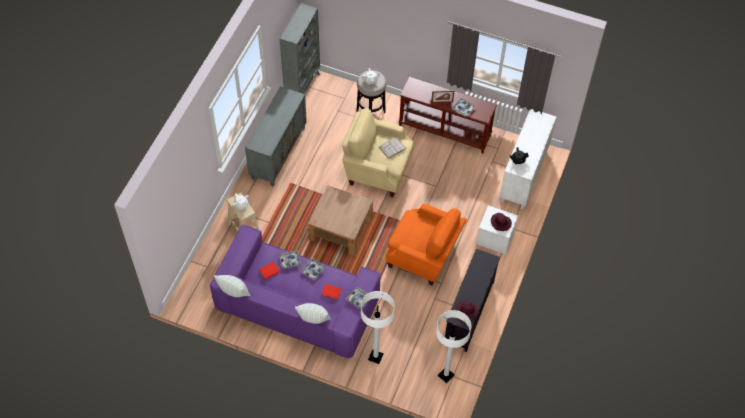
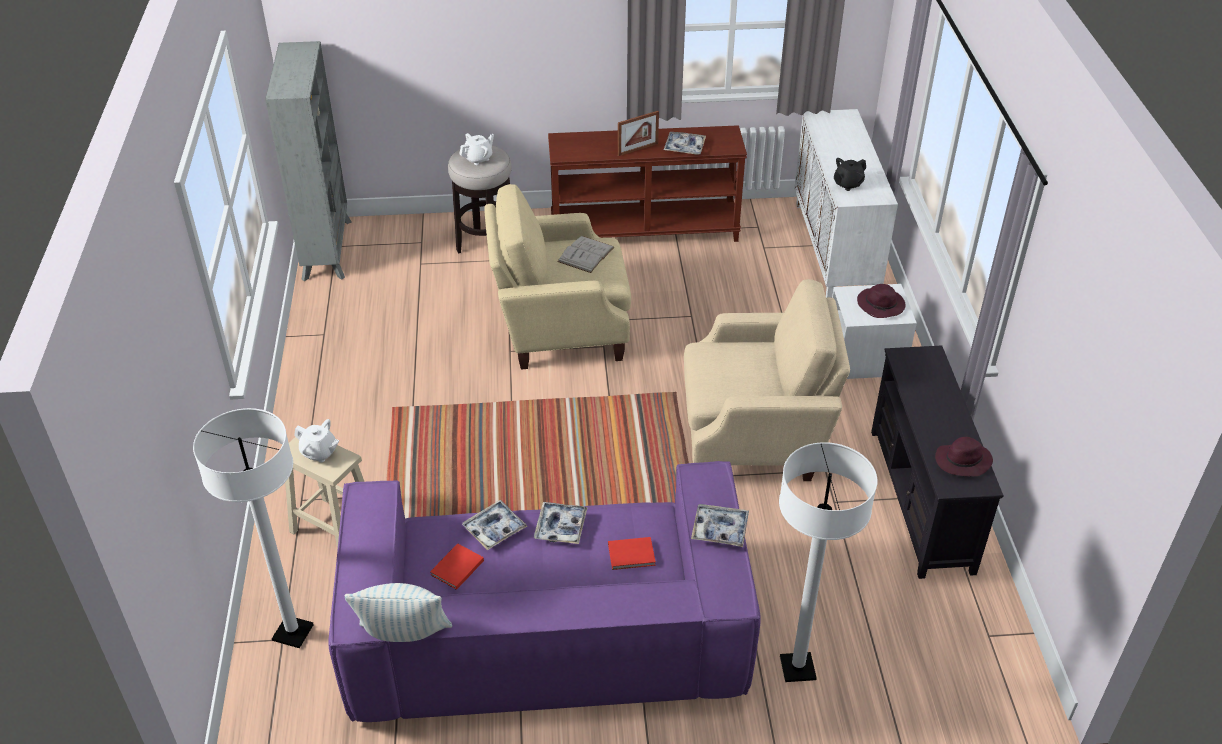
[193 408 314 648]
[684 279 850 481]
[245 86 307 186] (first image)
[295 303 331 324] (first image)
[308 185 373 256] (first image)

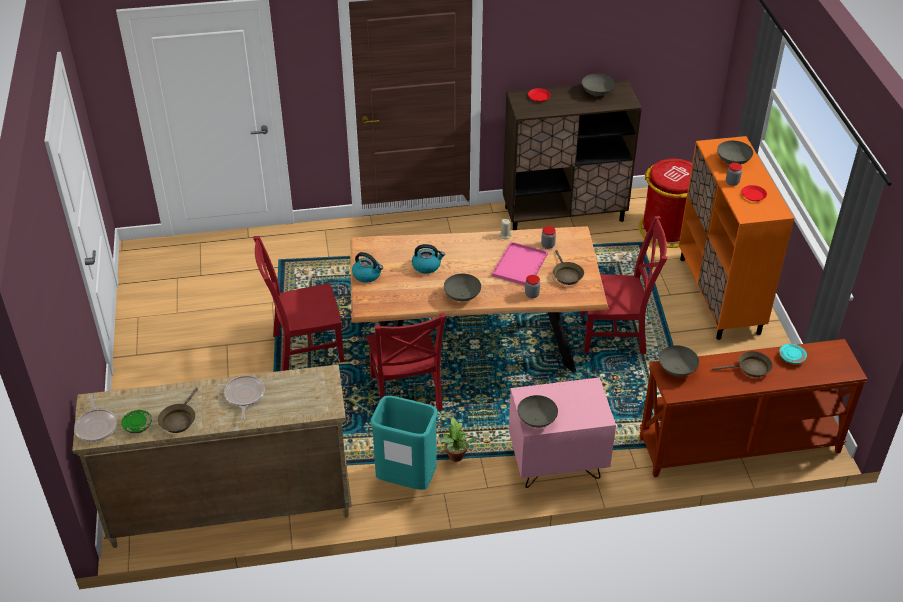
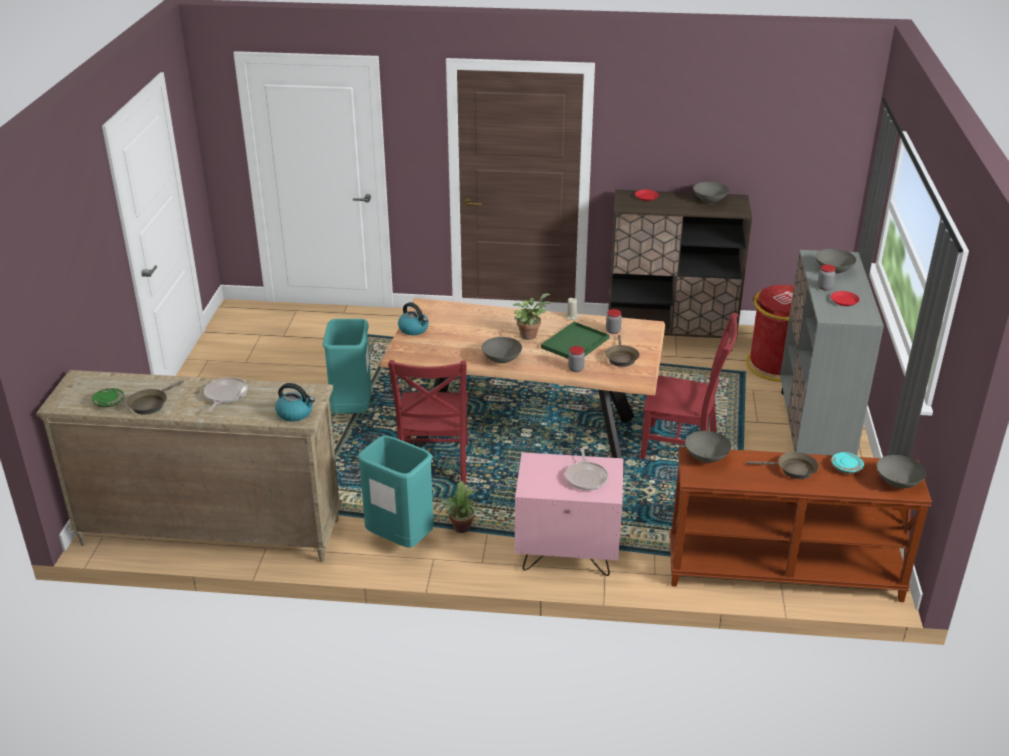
[275 383 315 422]
[323 319 372 413]
[513 293 550 340]
[541 322 610 359]
[565 448 608 490]
[780 250 884 455]
[877 455 926 488]

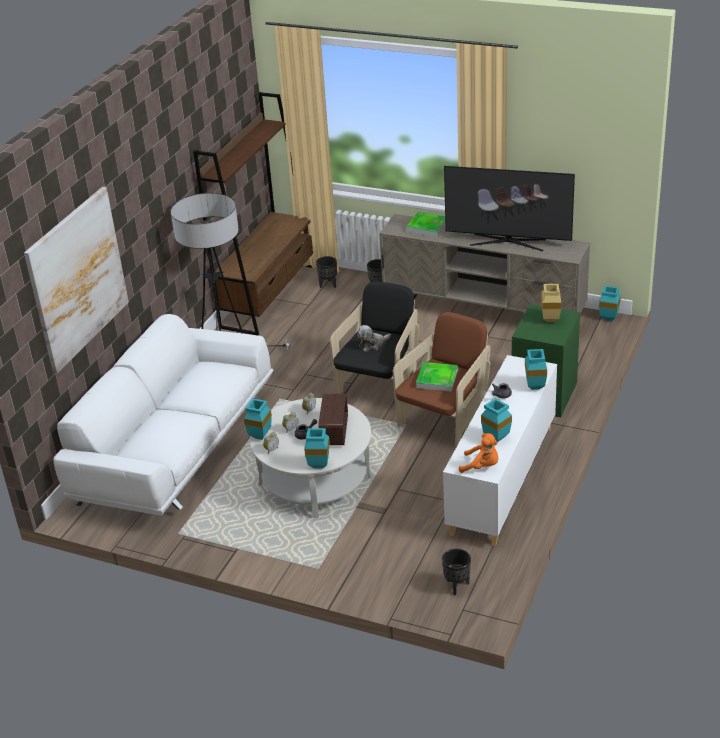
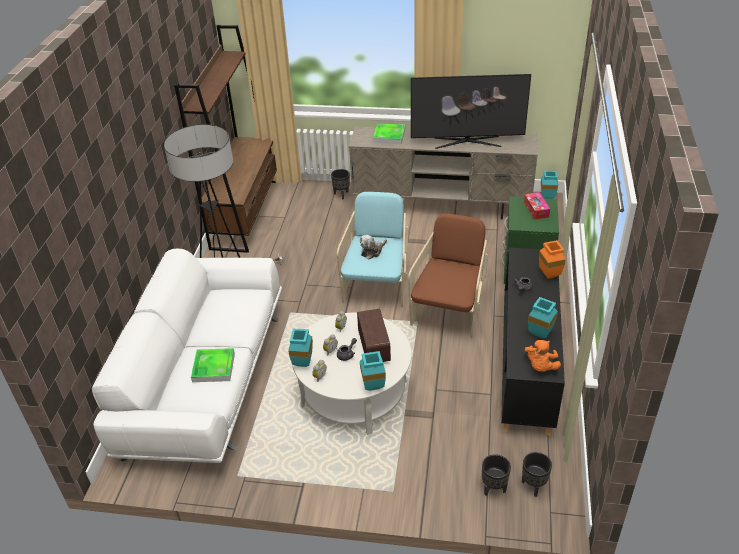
[191 348 235 382]
[337 192 408 307]
[482 454 511 496]
[501 247 565 436]
[524 192 550 220]
[525 340 561 372]
[539 240 566 279]
[24 187 129 374] (first image)

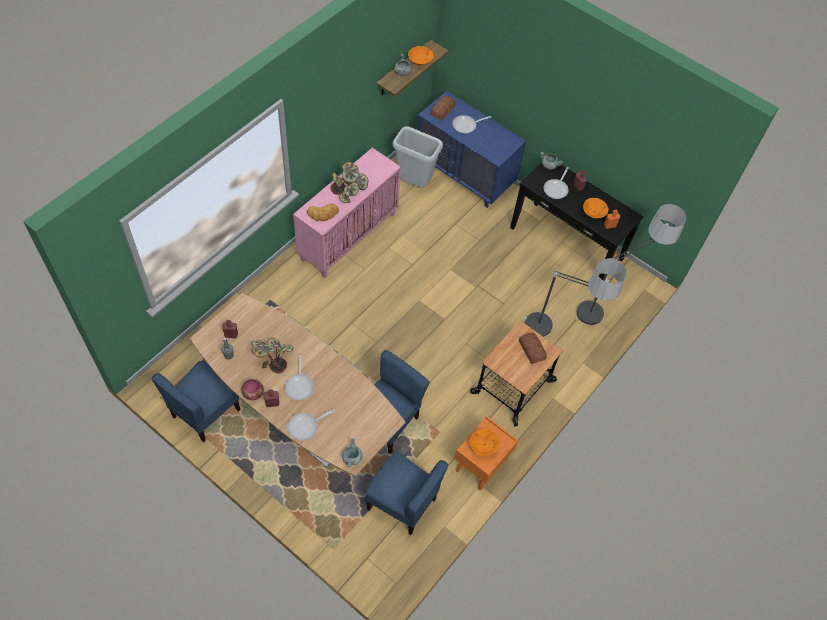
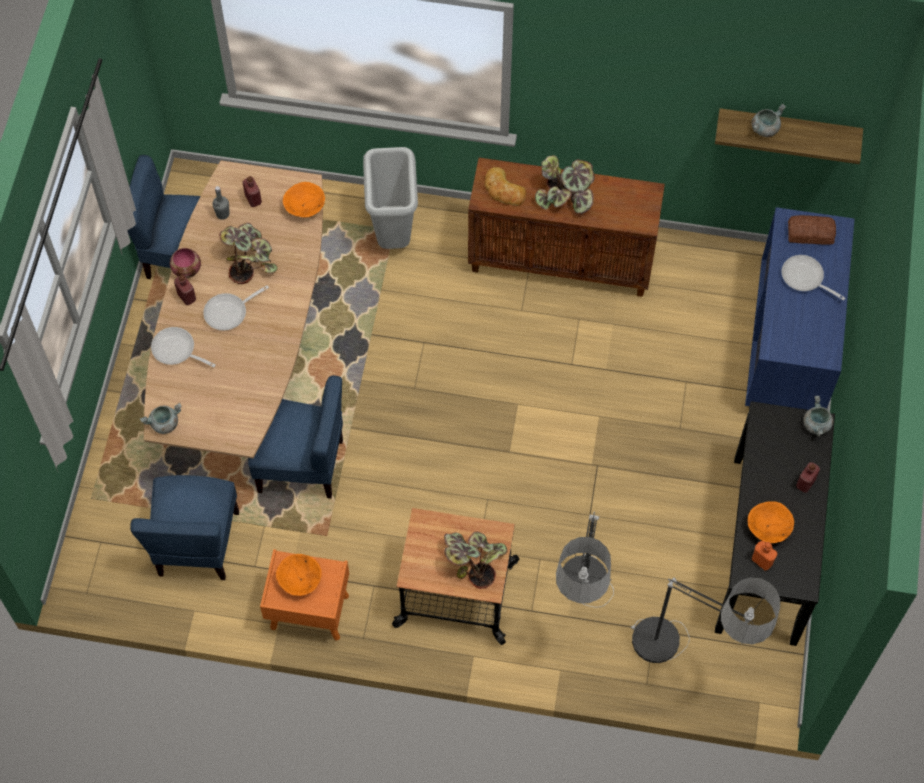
[283 182 325 217]
[363 147 418 249]
[444 531 507 589]
[468 158 665 297]
[543 167 569 199] (first image)

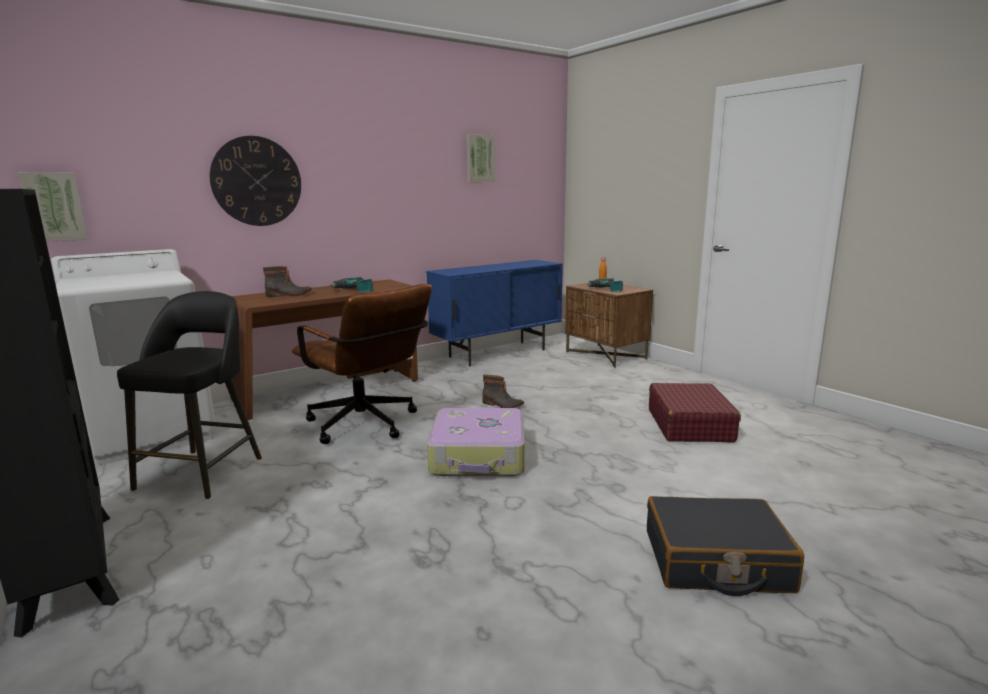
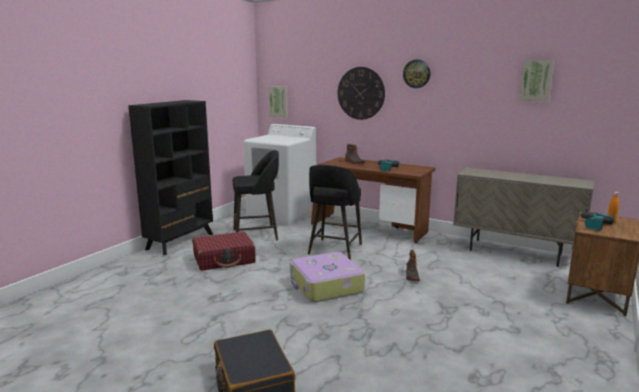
[192 231 256 271]
[308 165 362 260]
[403 59 431 88]
[453 167 594 267]

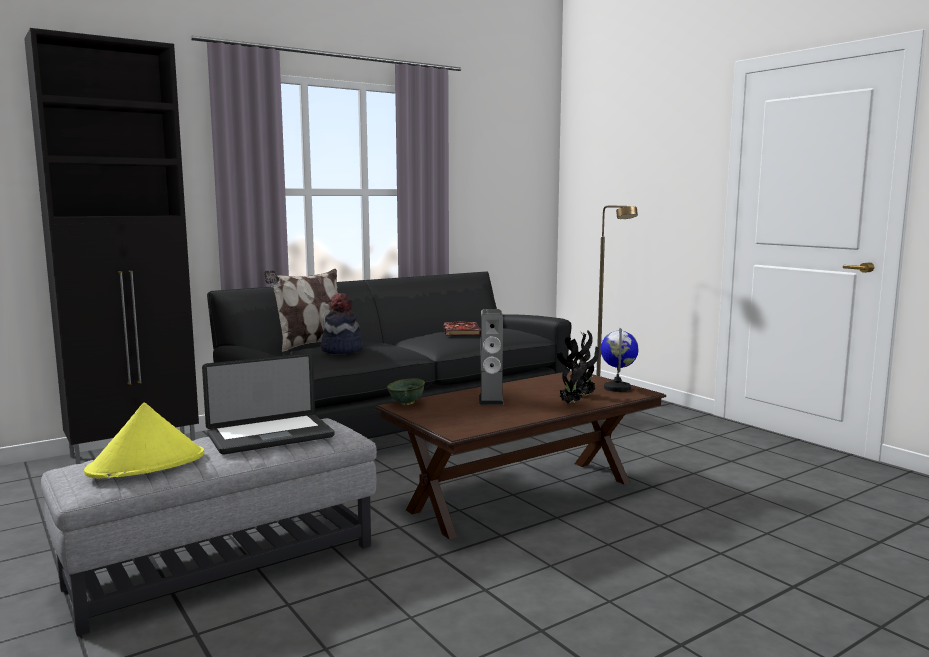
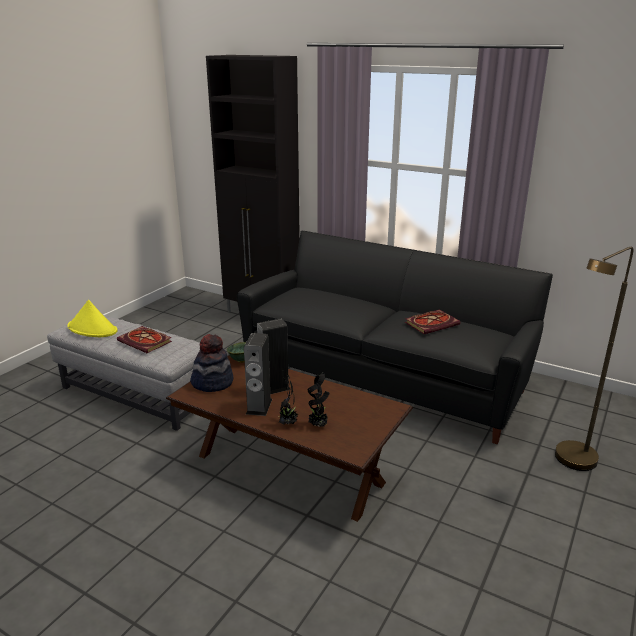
[117 326 172 353]
[190 334 233 392]
[244 333 272 416]
[264 269 338 352] (first image)
[601 328 639 392] (first image)

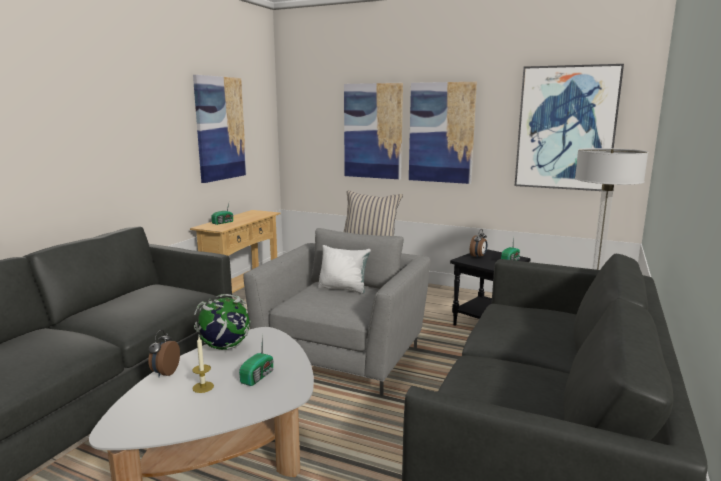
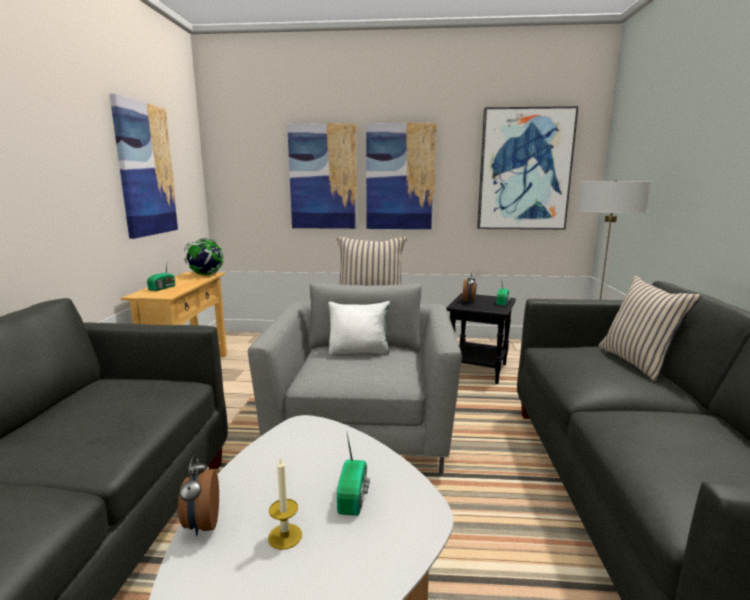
[184 238 224 275]
[599 276 702 382]

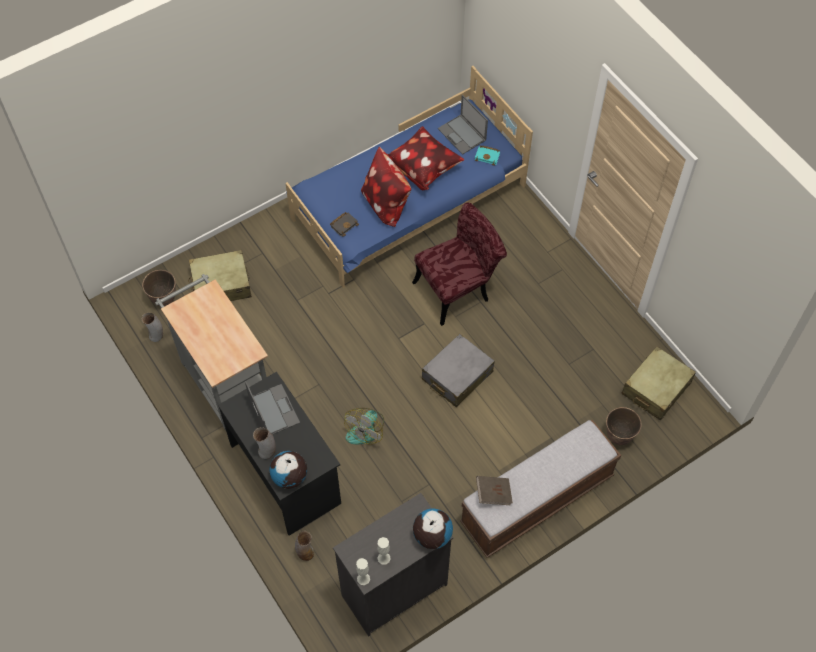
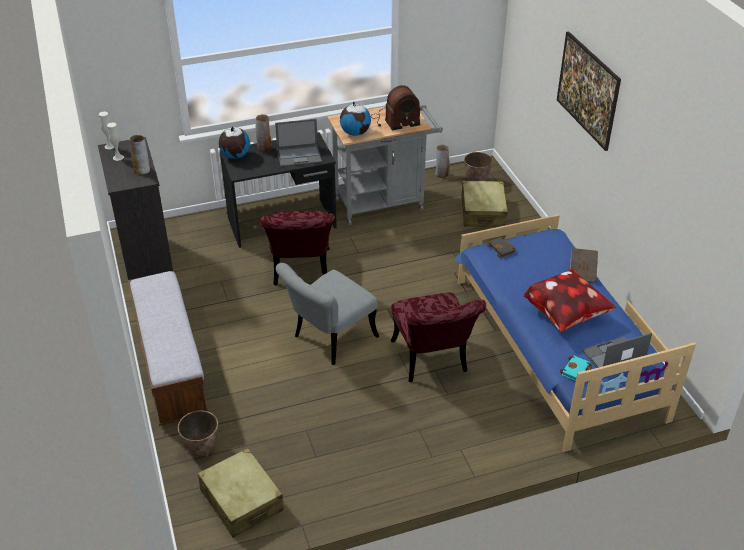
[129 135 150 175]
[260 211 335 286]
[276 263 379 365]
[340 101 371 136]
[371 85 421 130]
[557 32 621 151]
[570 248 598 282]
[361 147 411 227] (first image)

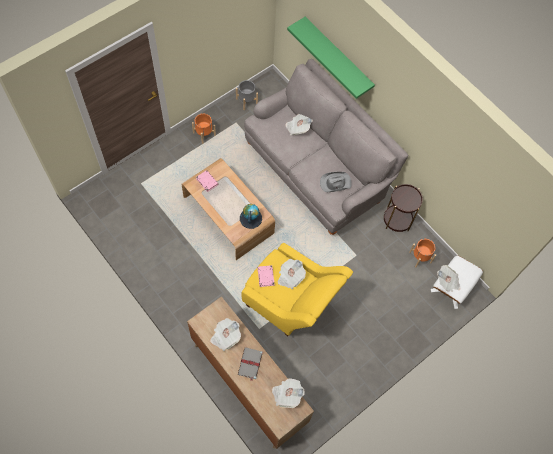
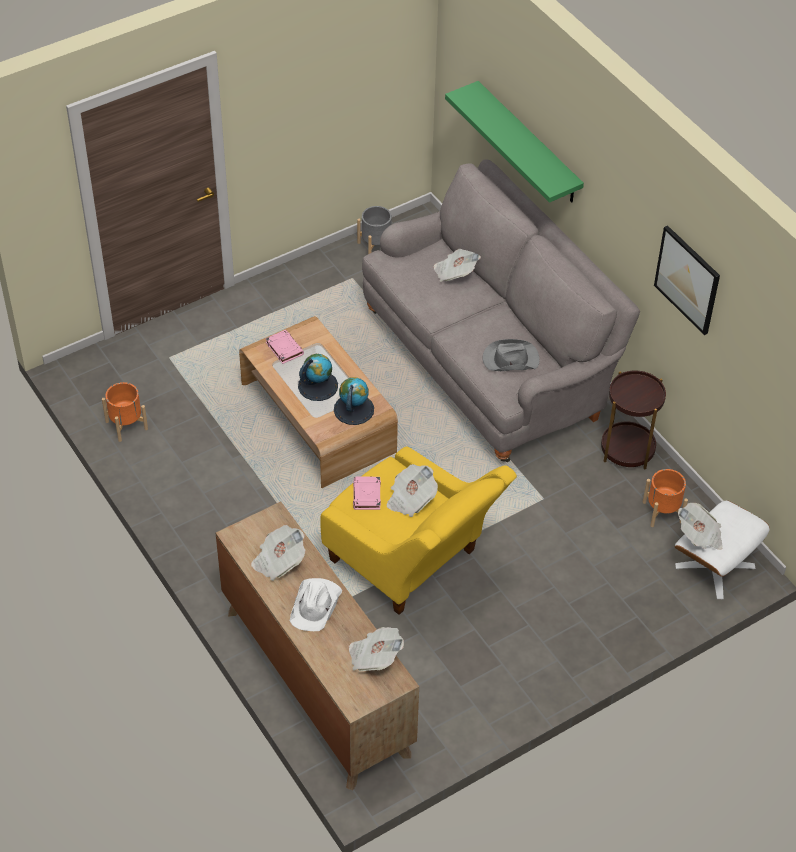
[102 382 148 442]
[290 578 342 631]
[298 354 338 401]
[654 225 720 335]

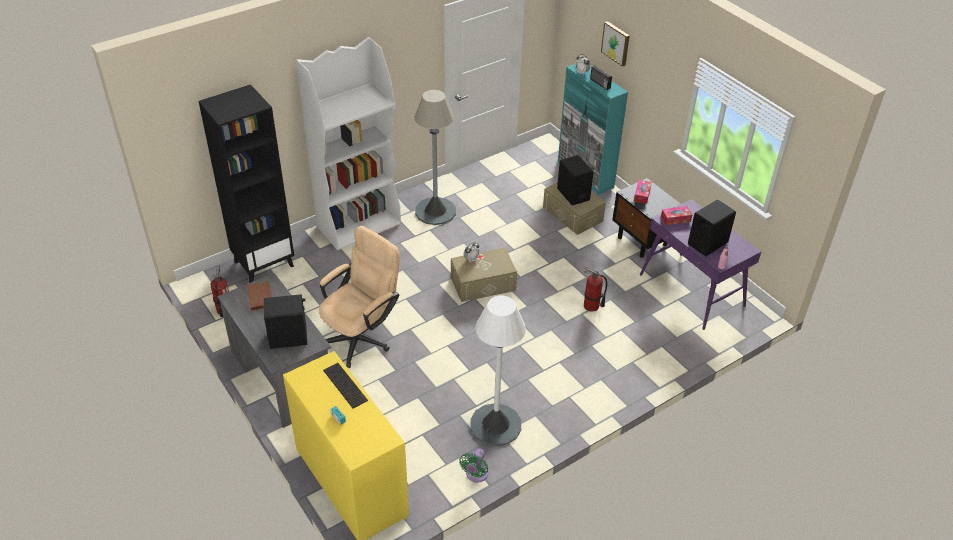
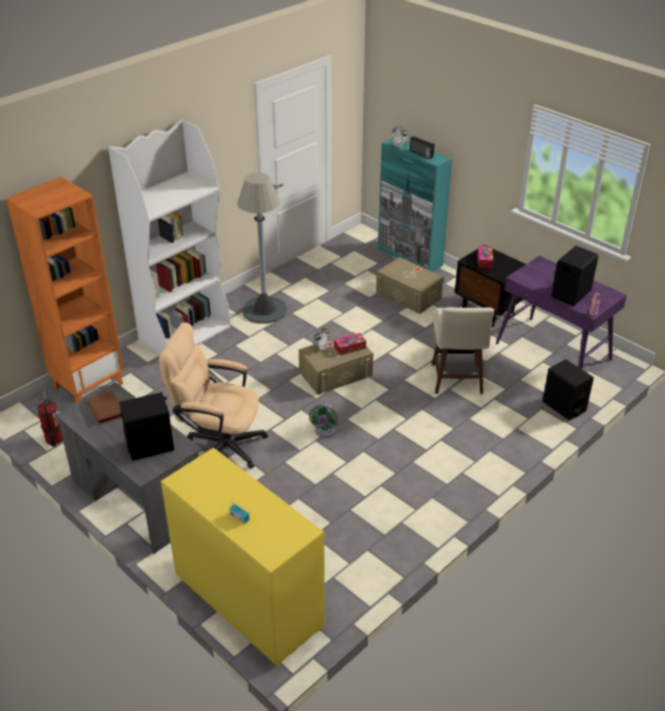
[6 177 124 403]
[159 322 268 469]
[309 403 338 438]
[334 333 366 355]
[432 307 494 394]
[543 359 594 420]
[323 363 368 409] (first image)
[470 296 526 446] (first image)
[601 21 630 67] (first image)

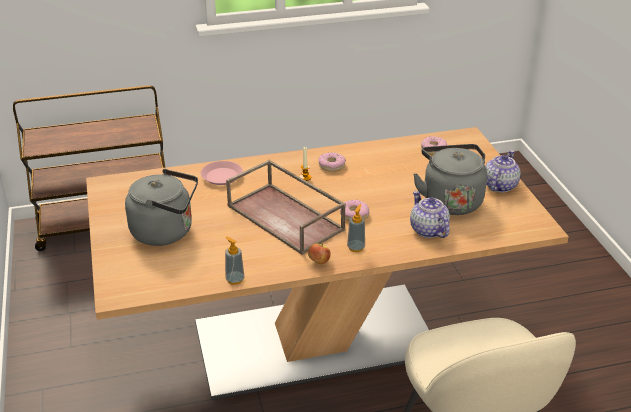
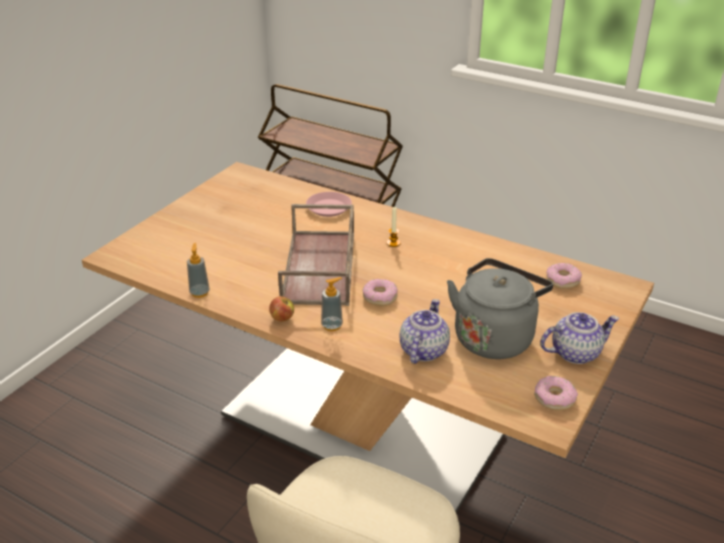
[534 376 578 411]
[125 169 198 246] (first image)

